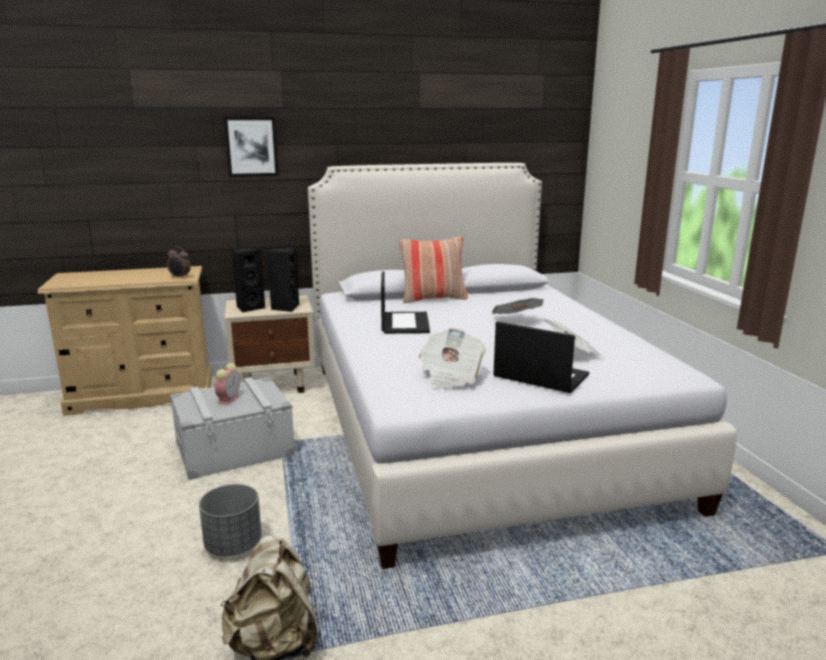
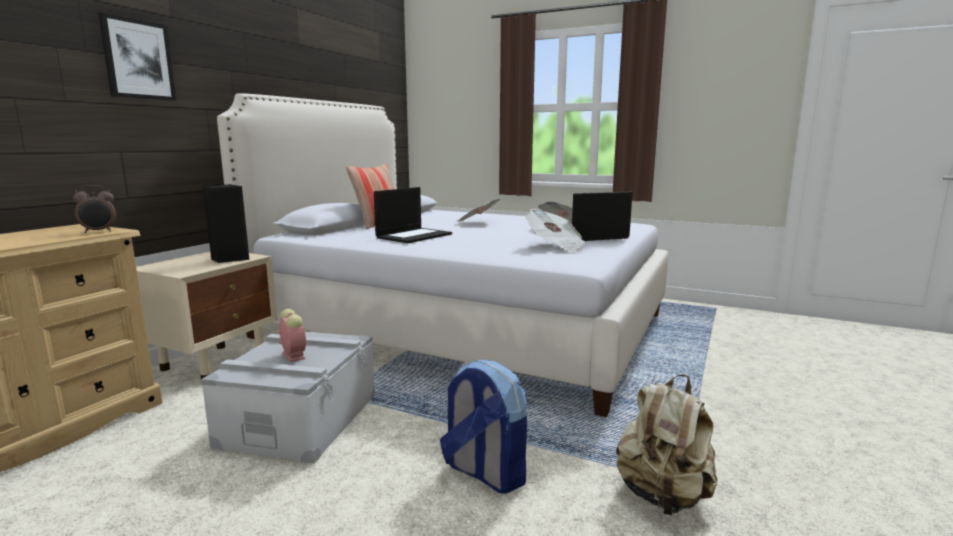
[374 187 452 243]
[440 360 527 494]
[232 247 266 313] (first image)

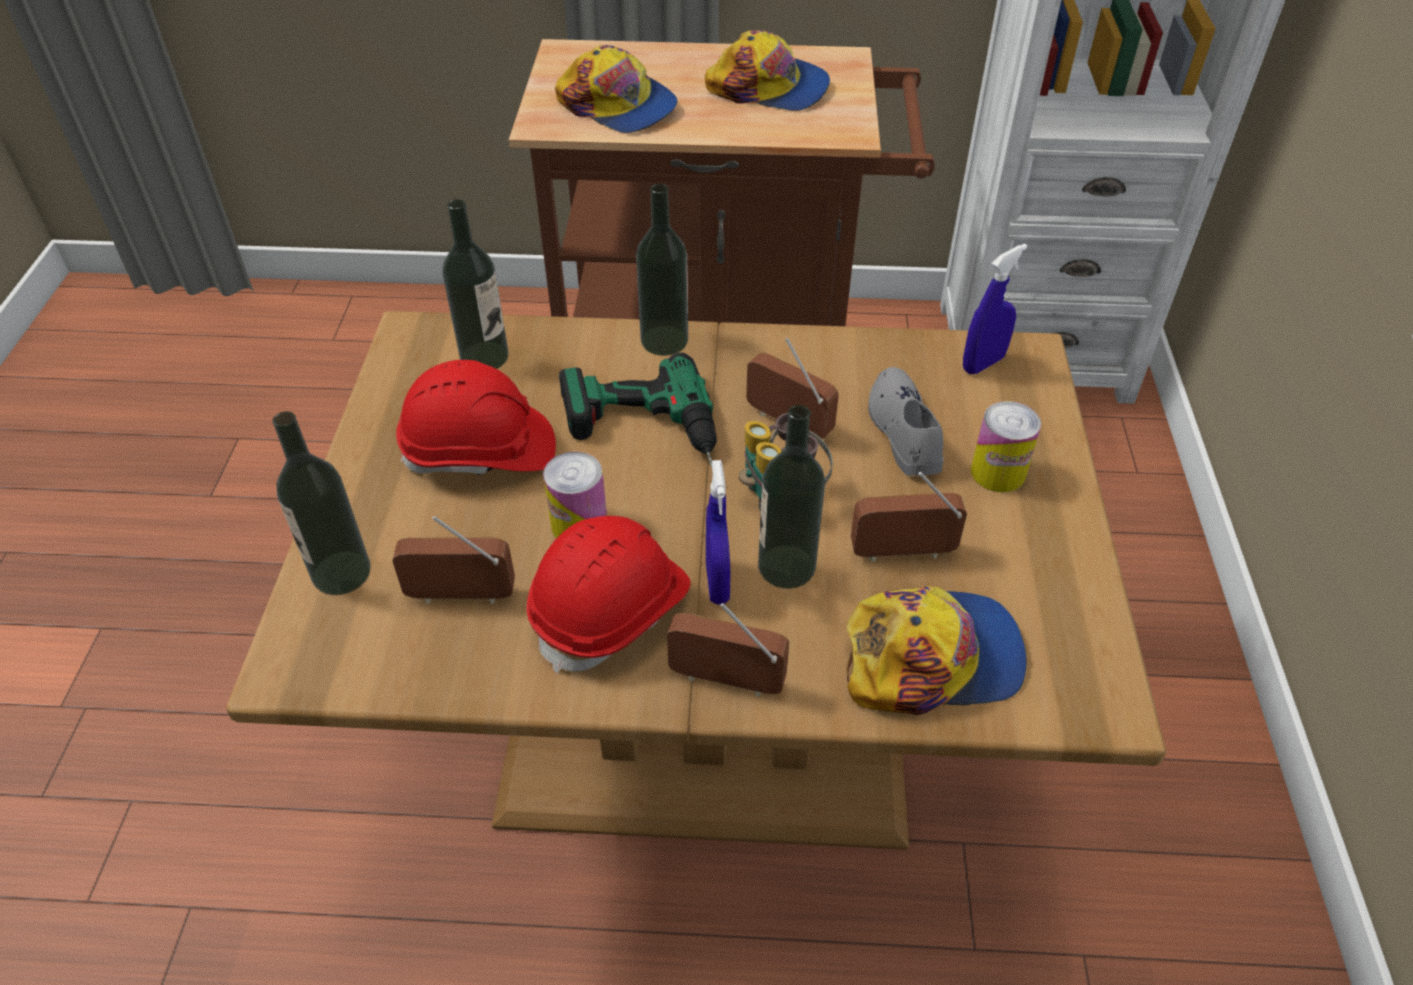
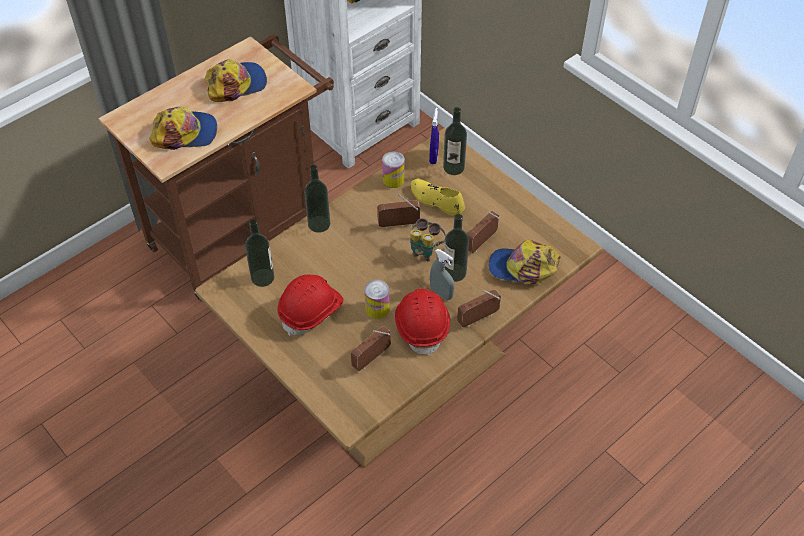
[382 151 405 188]
[411 179 465 216]
[430 249 454 300]
[443 107 467 175]
[489 240 561 284]
[559 353 717 467] (first image)

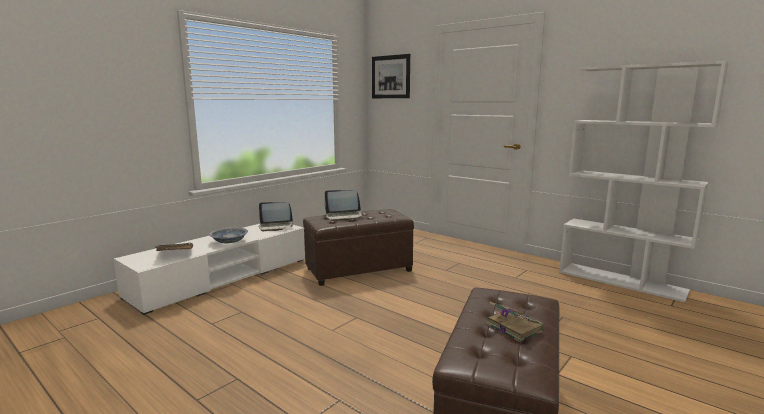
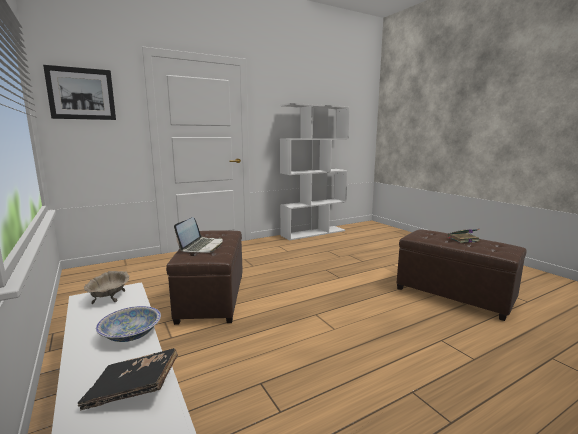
[84 271 129 304]

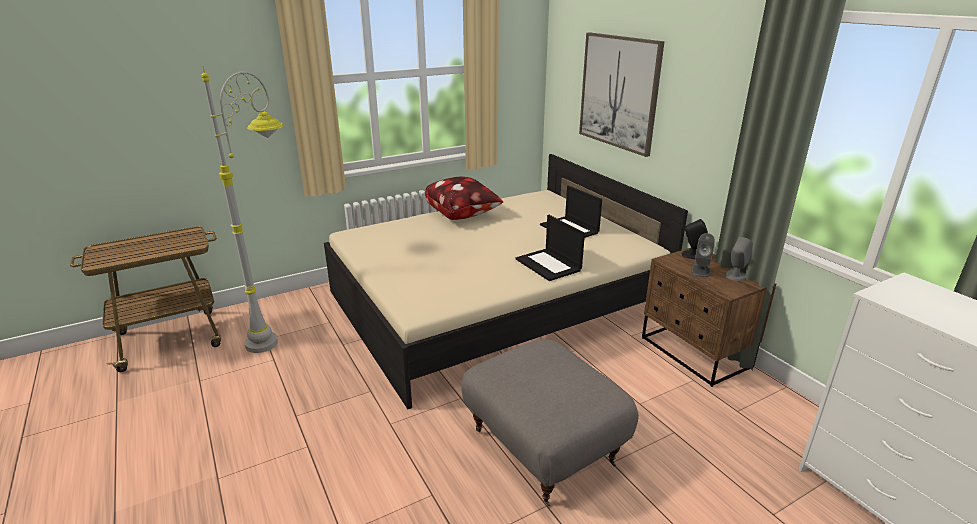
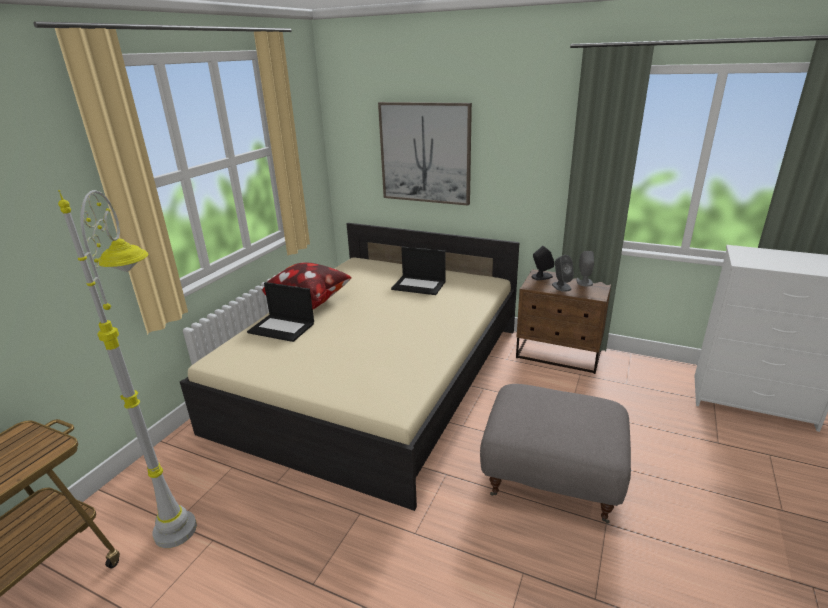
[247 282 314 342]

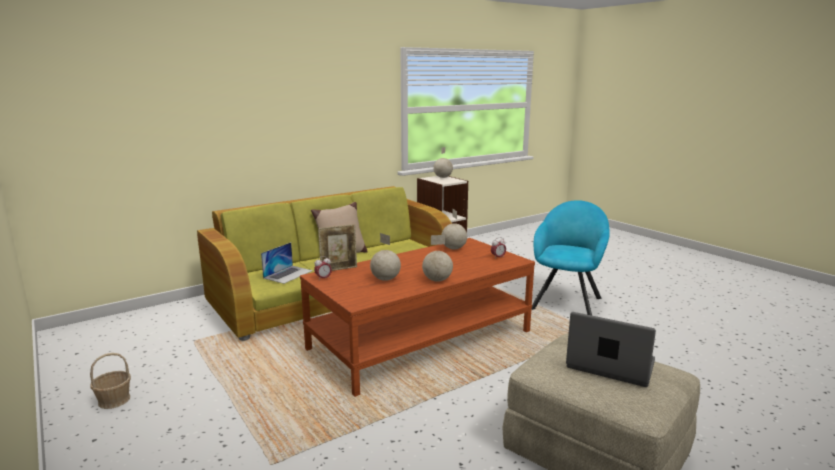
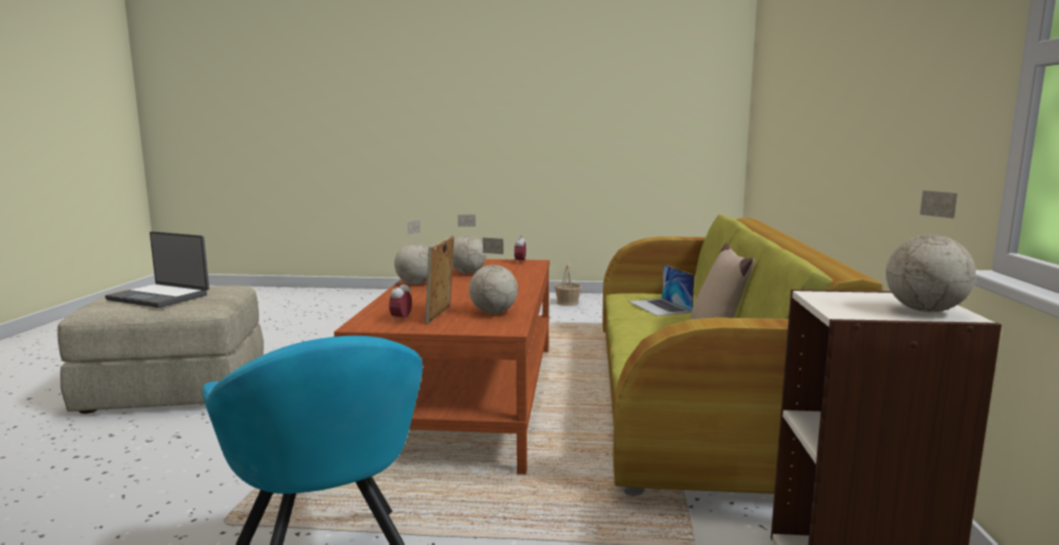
[105 231 209 308]
[425 235 454 324]

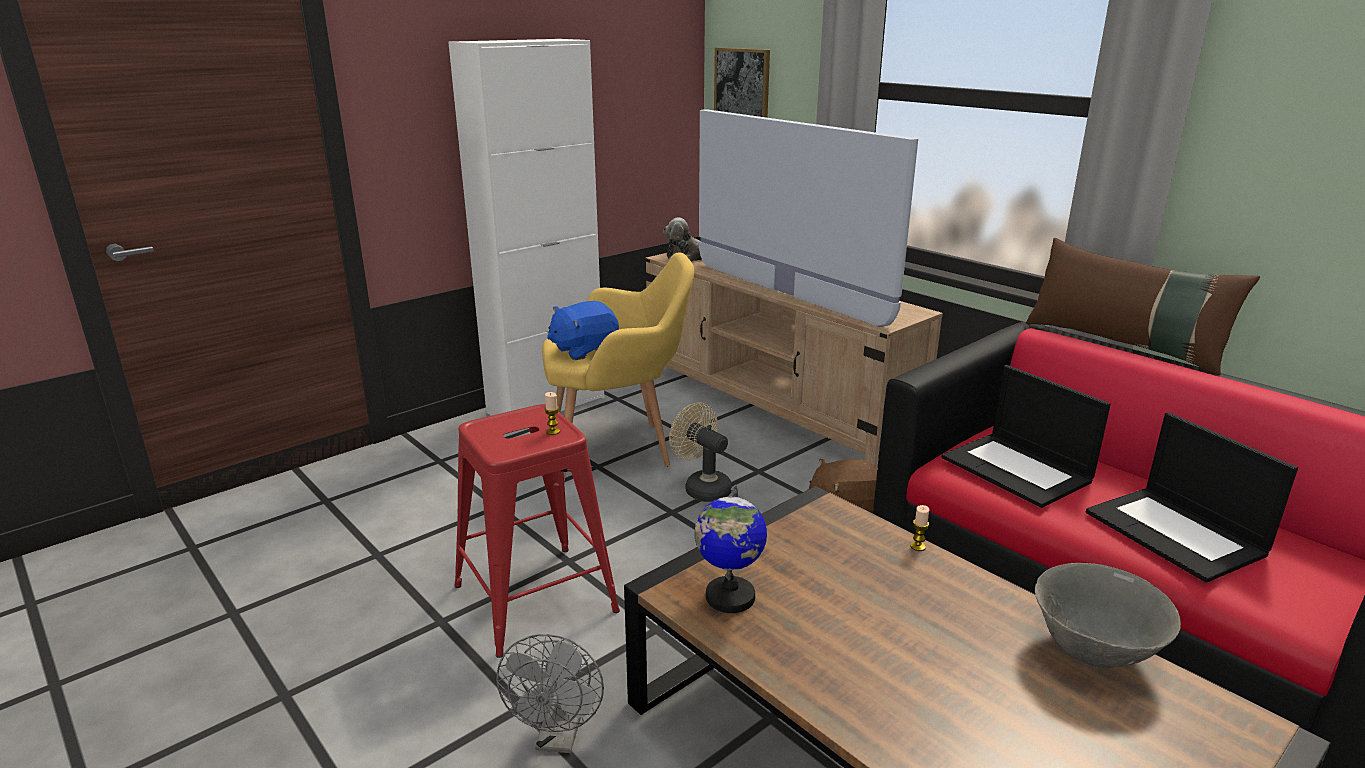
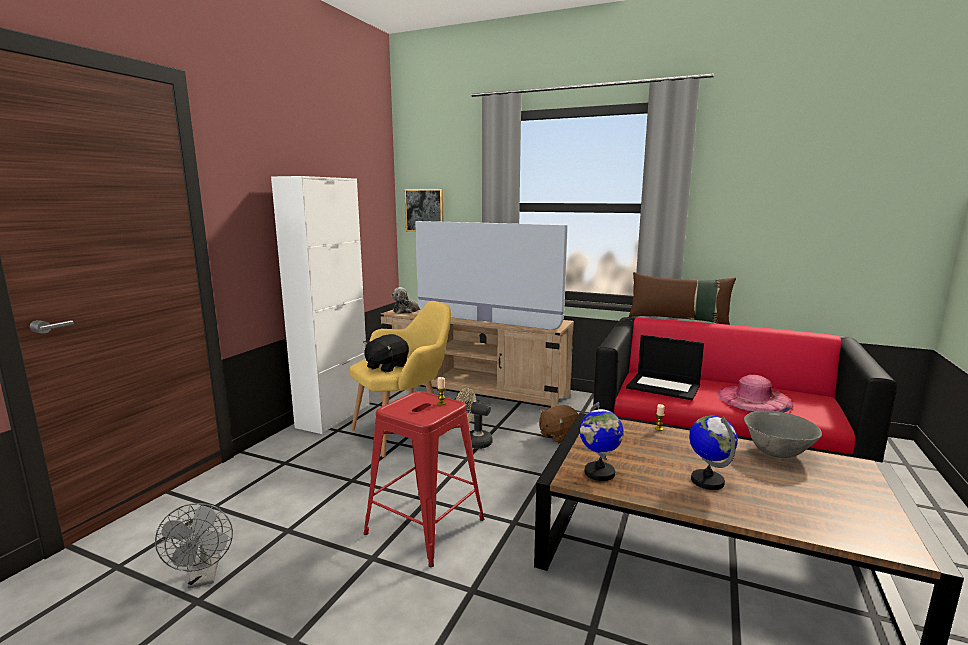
[155 503 233 588]
[363 334 409 373]
[689 416 738 490]
[717 375 793 412]

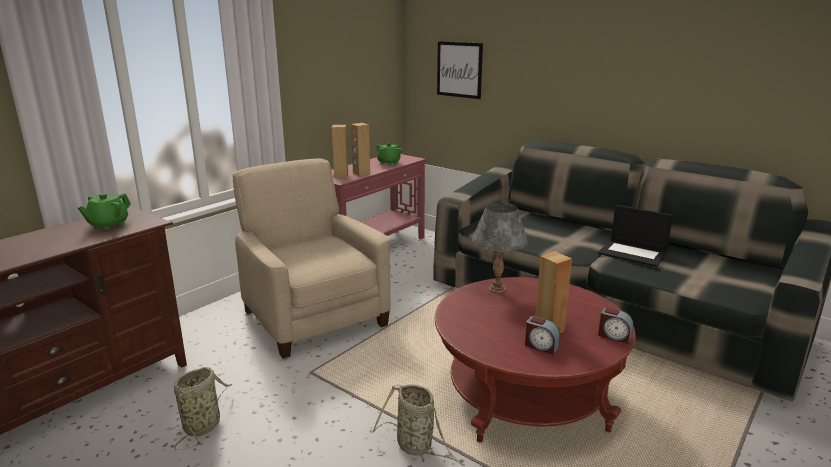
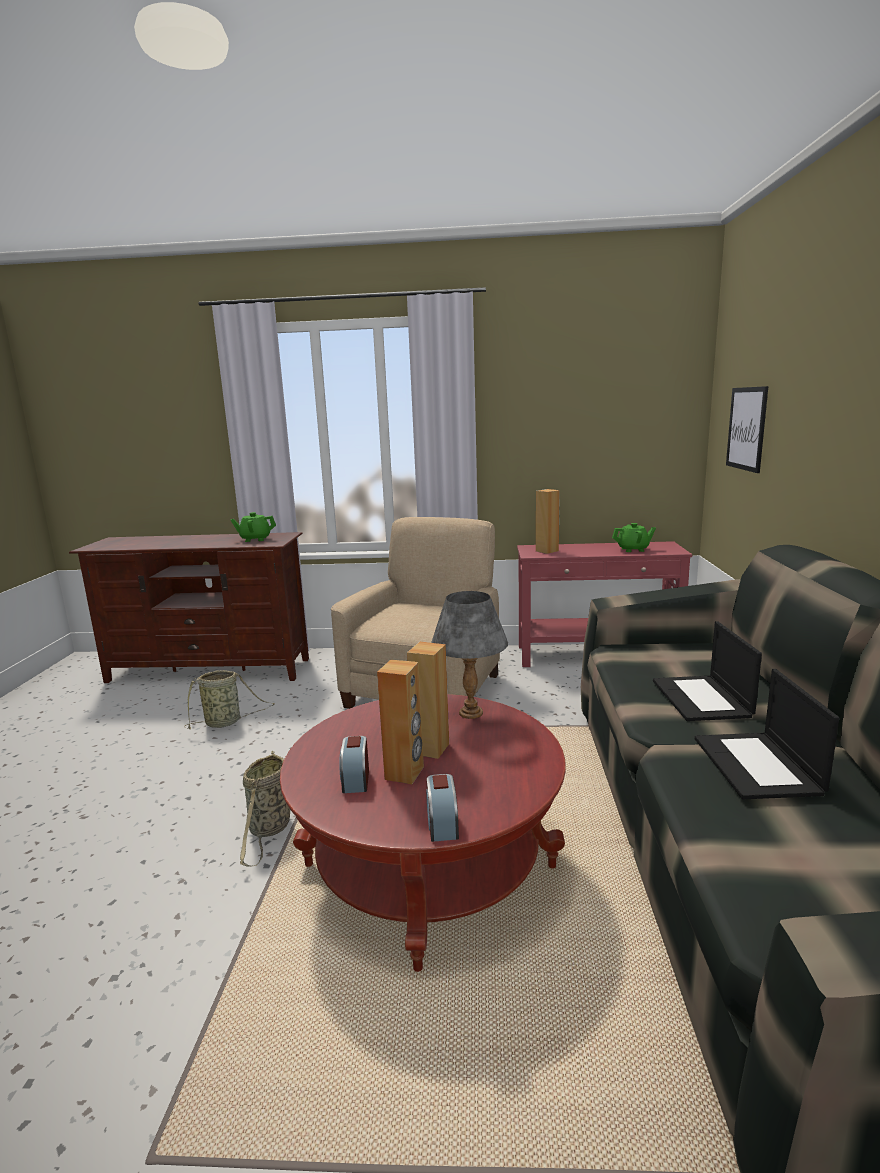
[407 642 449 759]
[653 621 762 721]

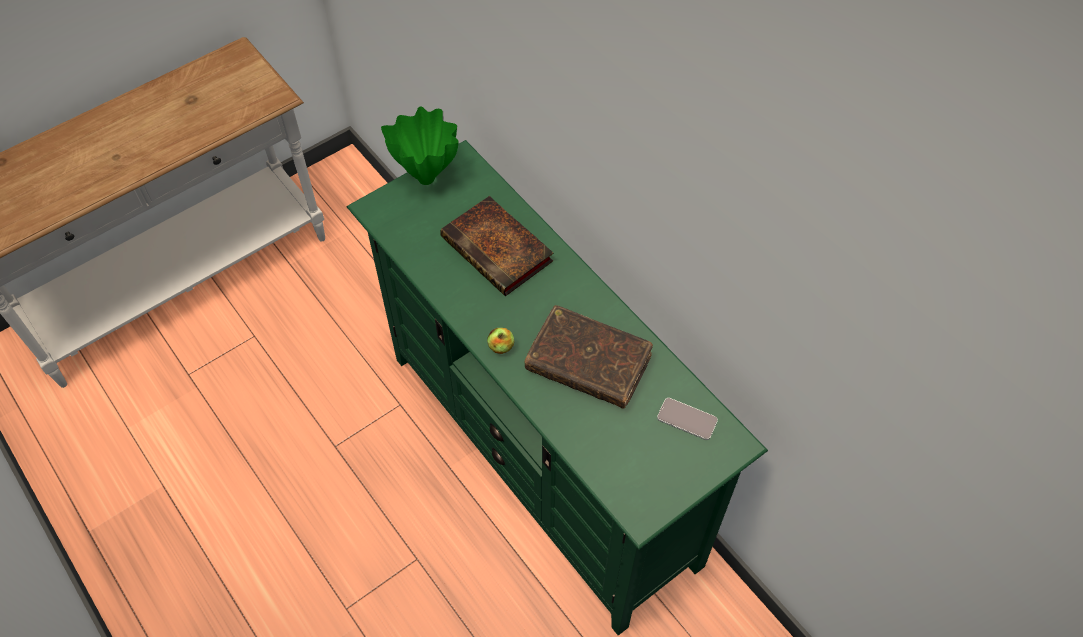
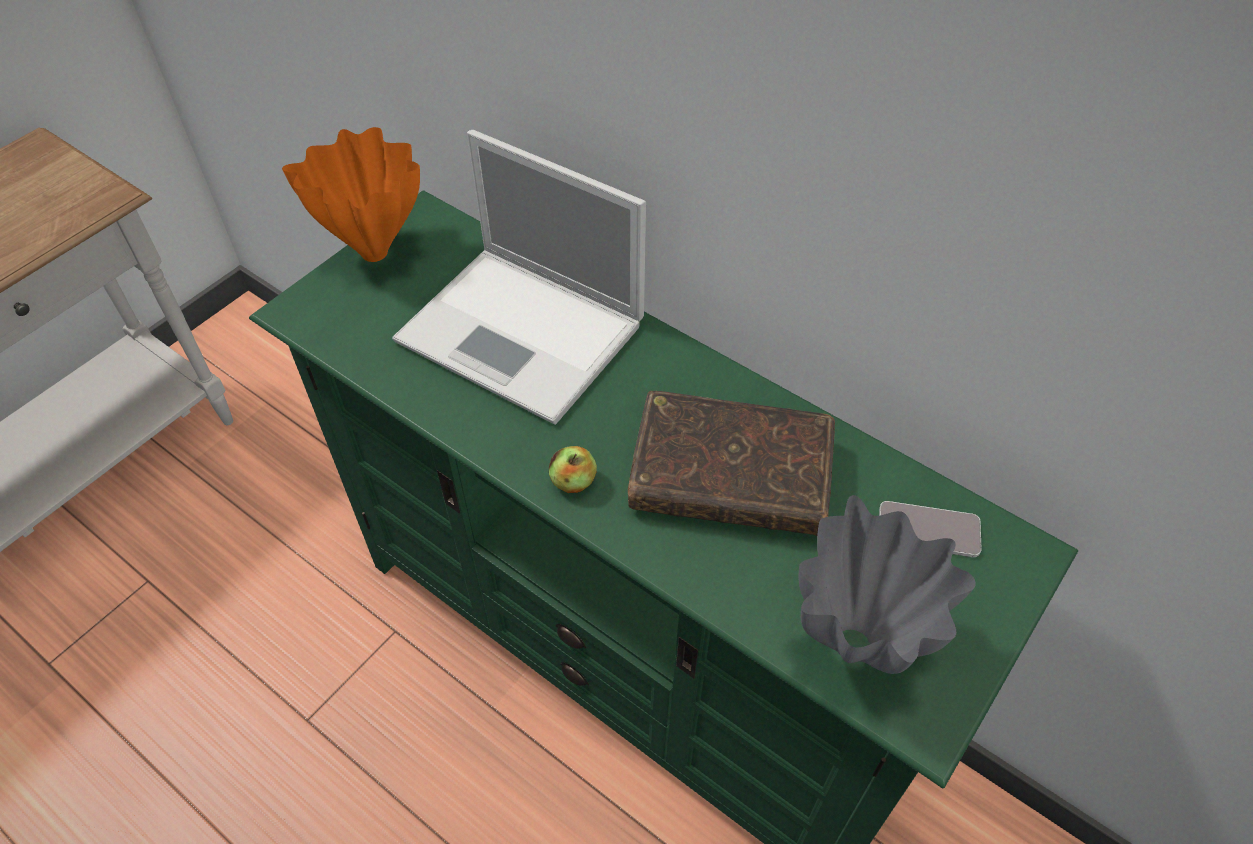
[282 127 420 262]
[392 130 646 425]
[799 495 975 674]

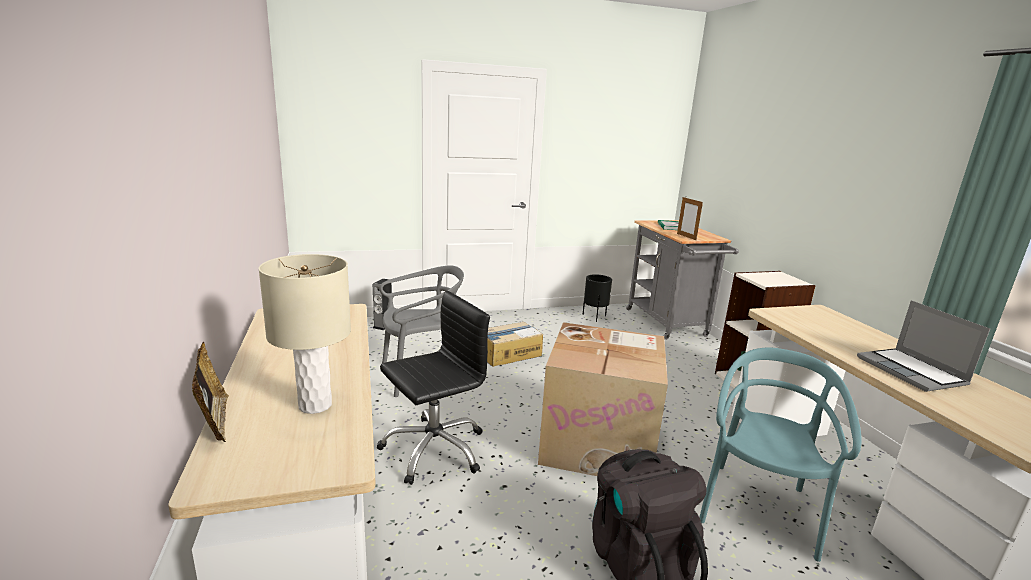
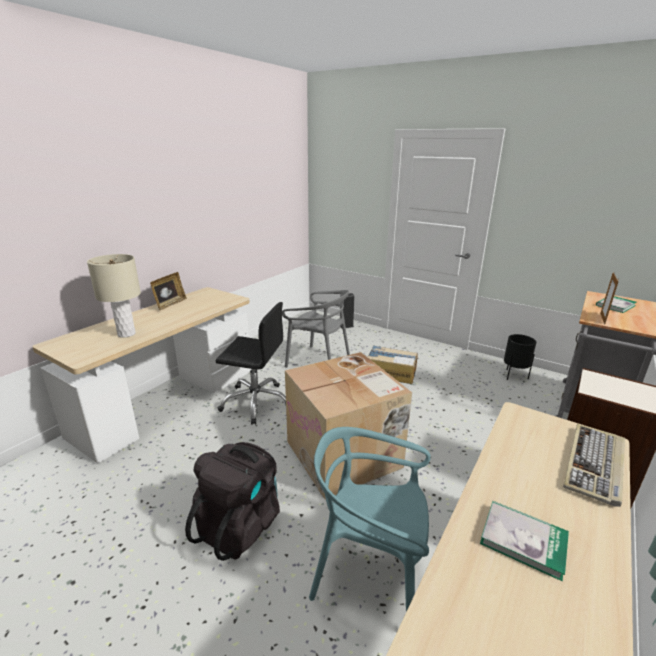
[150 272 187 310]
[309 427 431 612]
[480 501 569 581]
[563 424 625 507]

